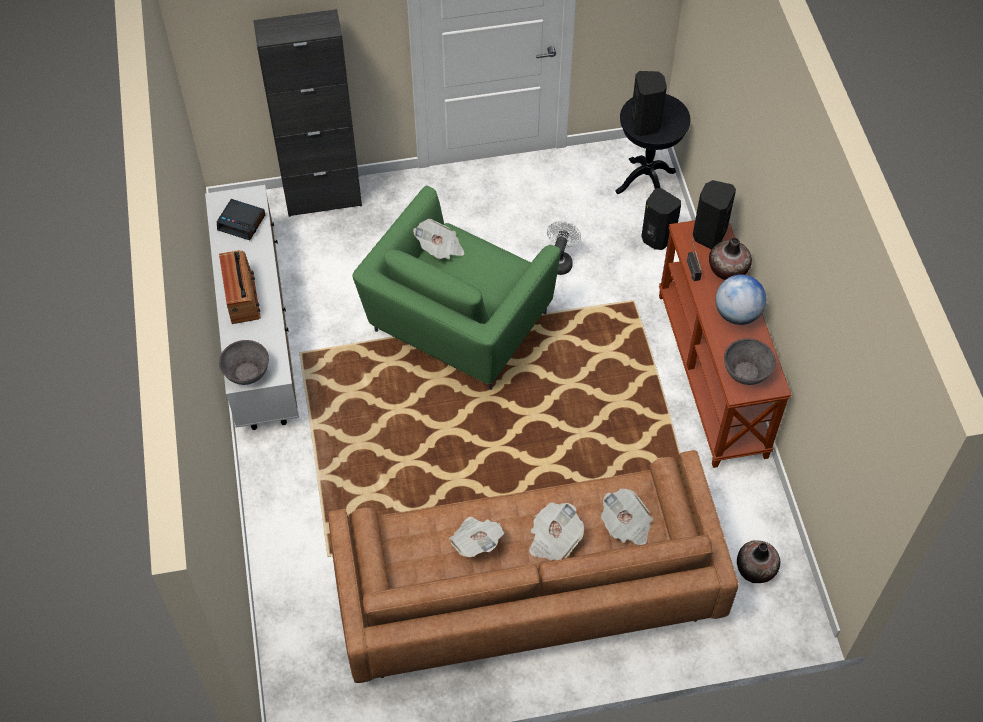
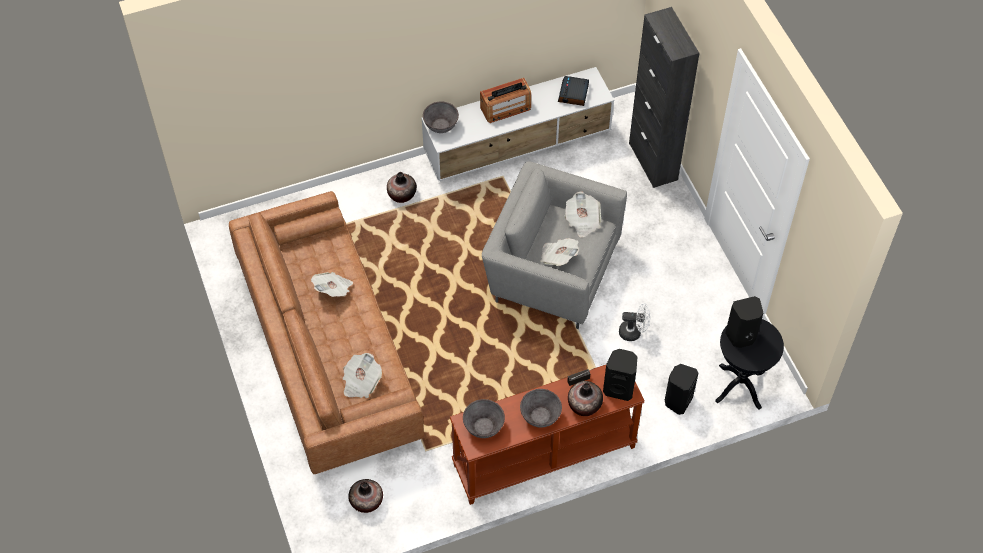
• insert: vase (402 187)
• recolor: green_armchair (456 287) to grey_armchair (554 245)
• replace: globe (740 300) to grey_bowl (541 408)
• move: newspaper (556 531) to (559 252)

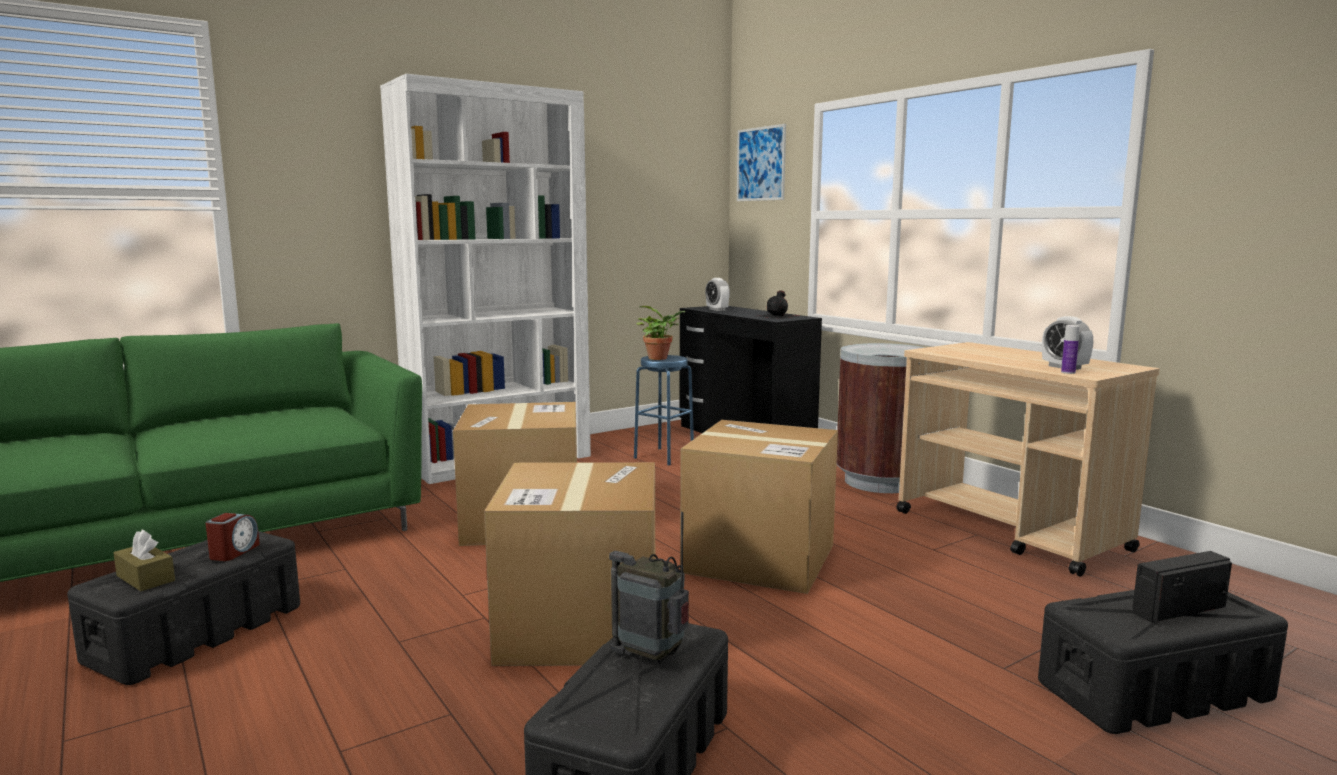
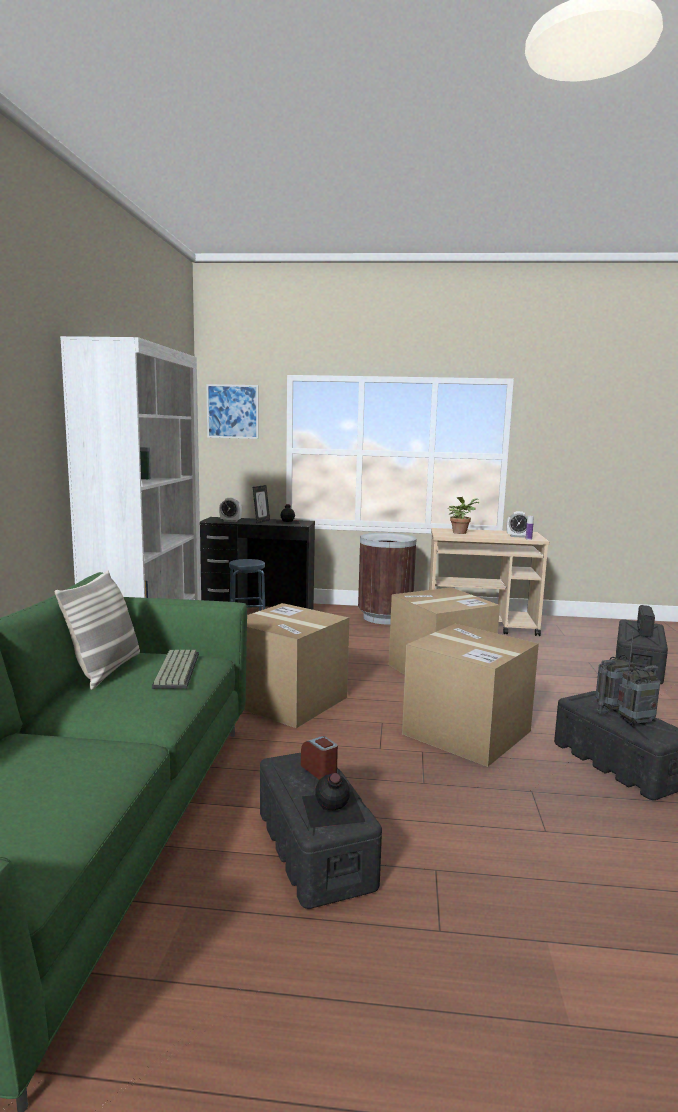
• insert: pillow (97 630)
• insert: keyboard (175 669)
• insert: picture_frame (261 504)
• replace: brown_tissue_box (144 560) to black_bottle (333 800)
• move: potted_plant (661 333) to (463 515)
• insert: radio (638 685)

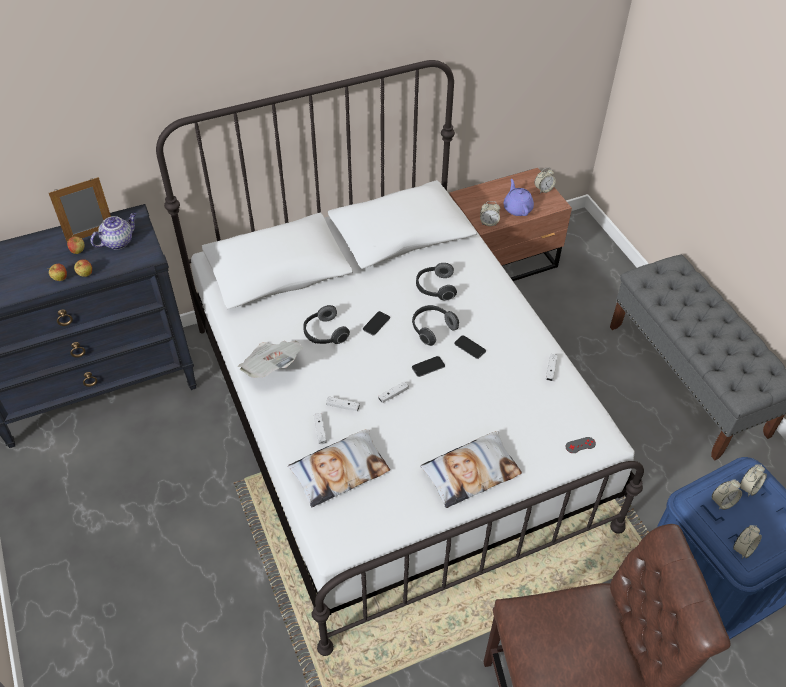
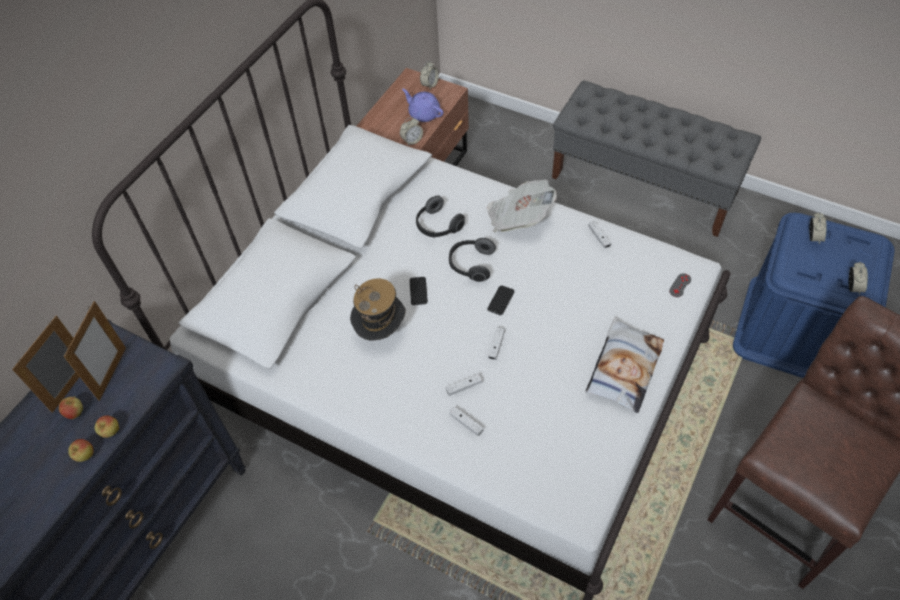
• replace: teapot (113 231) to picture_frame (95 351)
• replace: headphones (326 324) to hat (378 309)
• move: newspaper (270 359) to (522 205)
• delete: pillow (339 468)
• delete: phone (470 347)
• delete: alarm_clock (727 494)

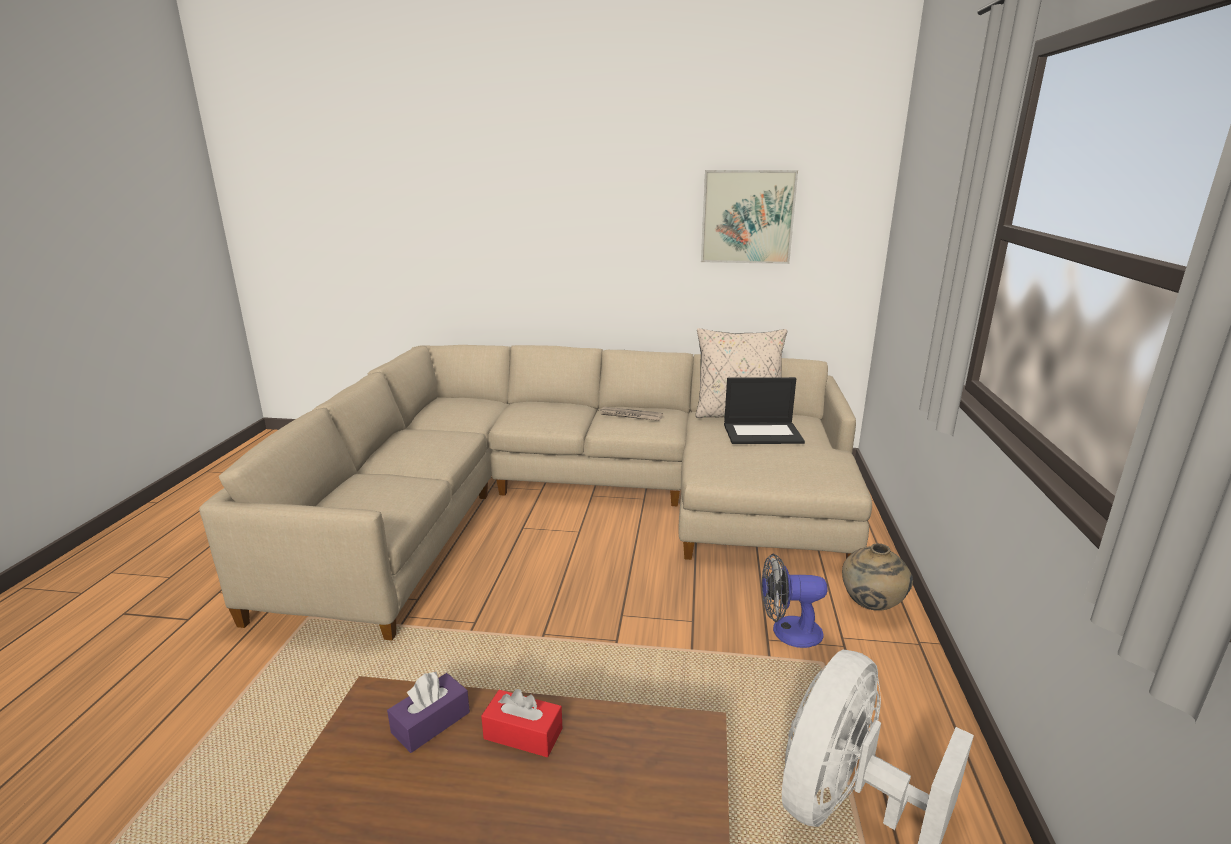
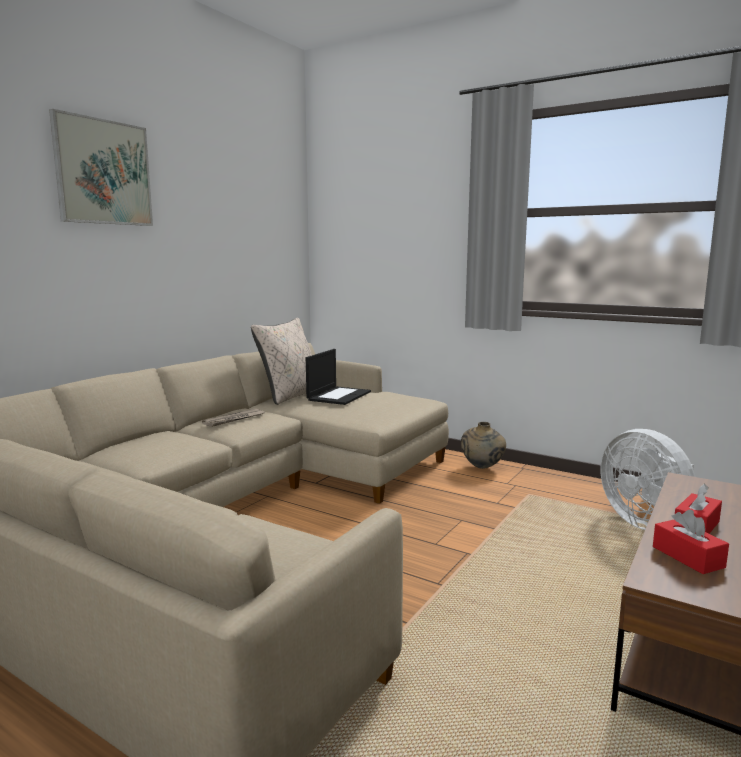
• move: picture (749 217) to (101 167)
• recolor: purple_tissue_box (428 712) to red_tissue_box (691 541)
• delete: fan (795 600)

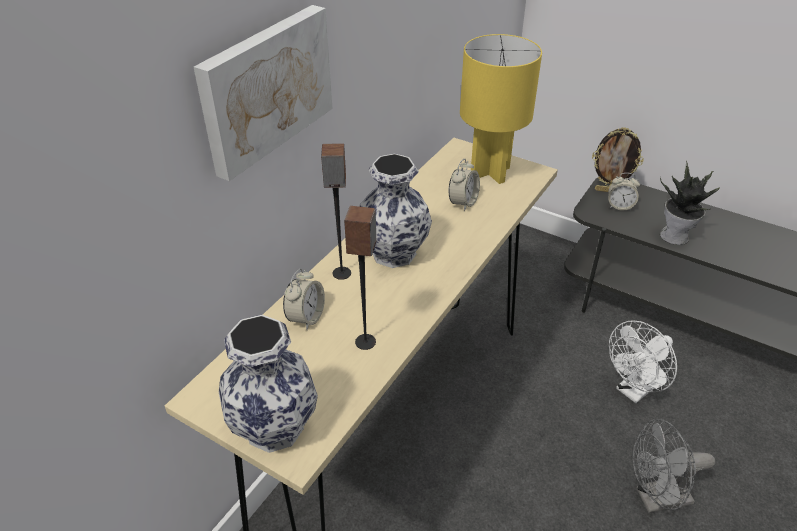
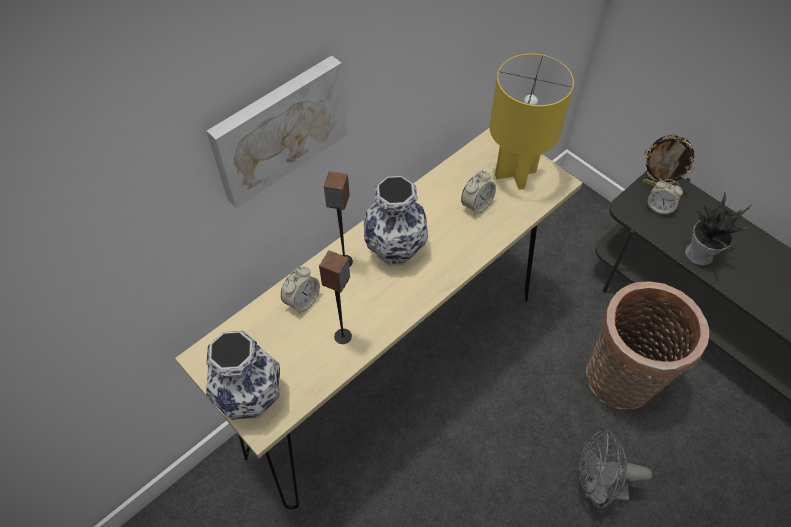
• replace: white_fan (643 362) to basket (647 345)

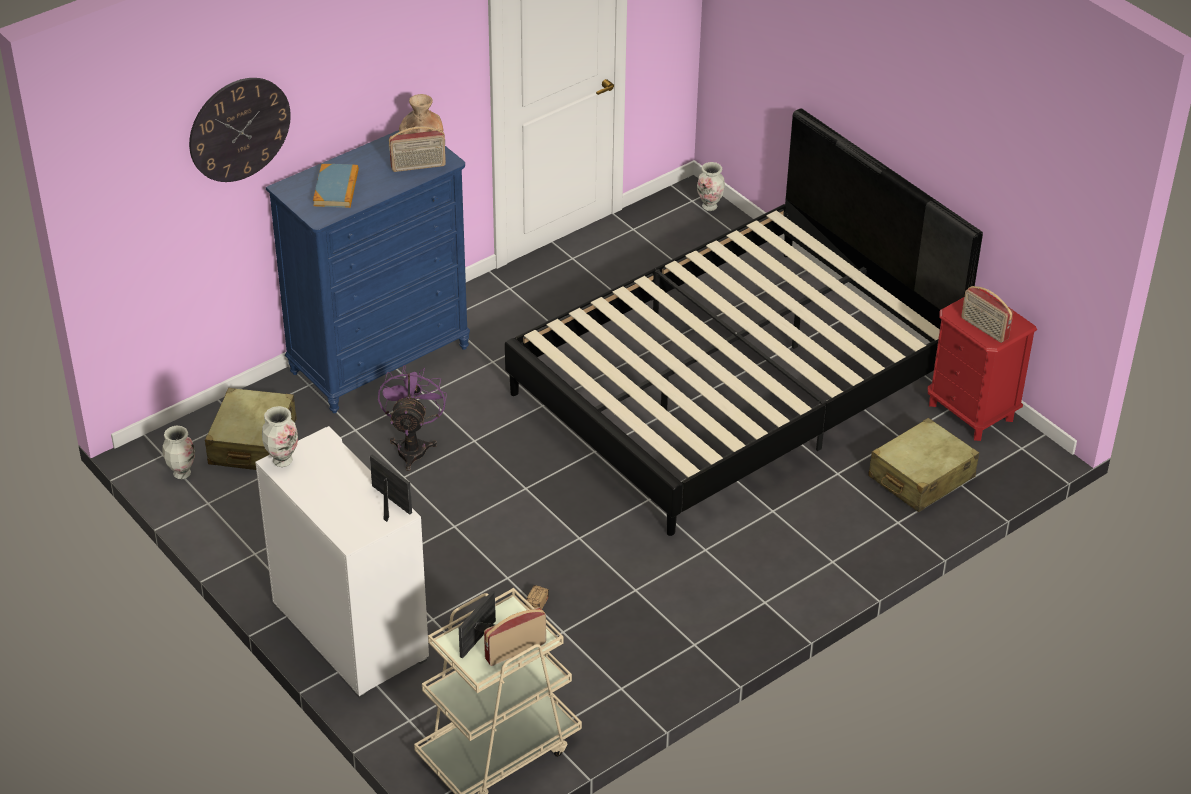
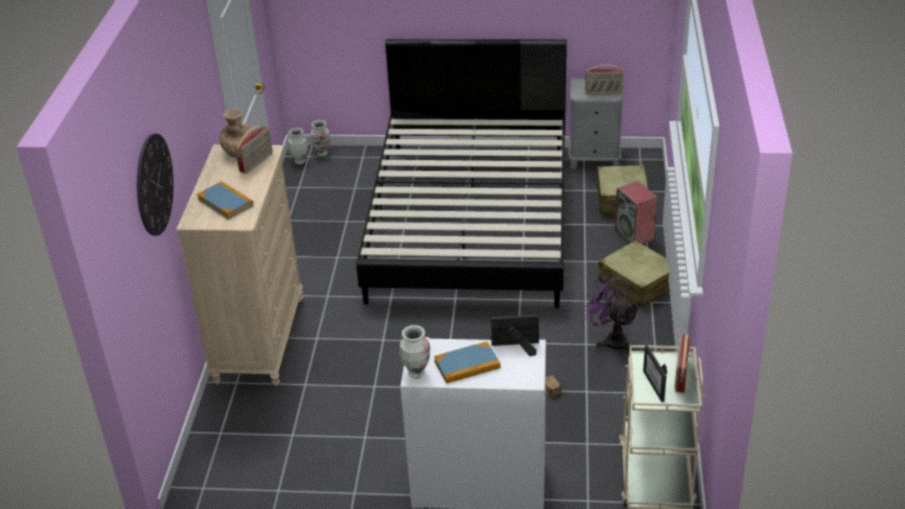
• recolor: blue_dresser (368 271) to beige_dresser (239 265)
• move: vase (178 452) to (298 146)
• insert: book (467 363)
• recolor: red_nightstand (982 365) to grey_nightstand (596 124)
• move: purple_fan (412 418) to (610 312)
• move: beige_suitcase (251 429) to (634 273)
• insert: speaker (636 212)

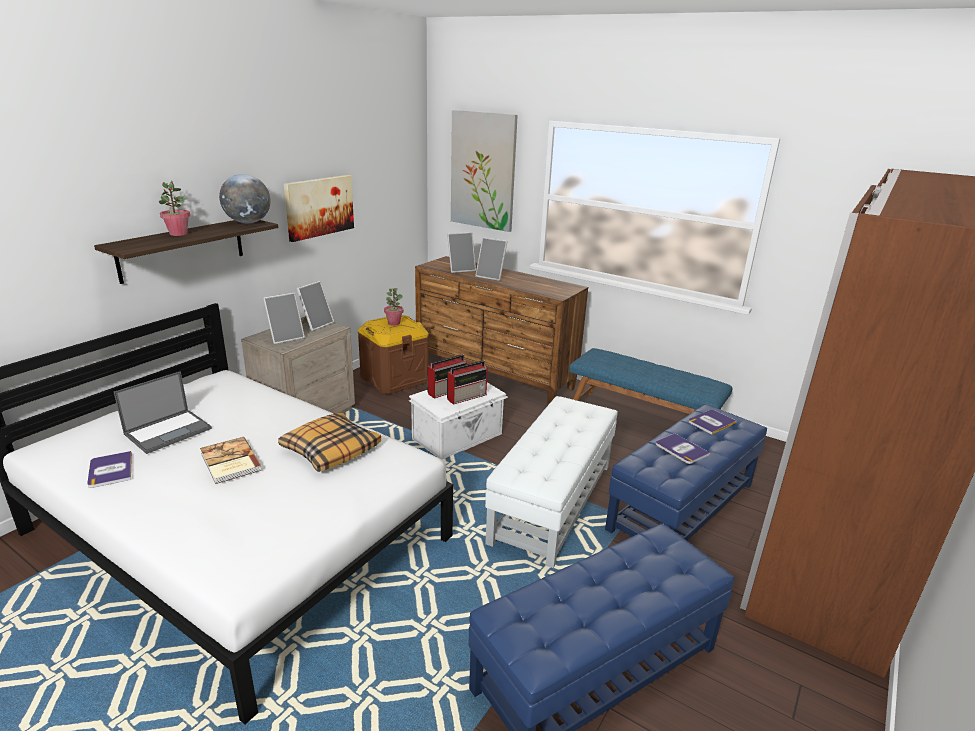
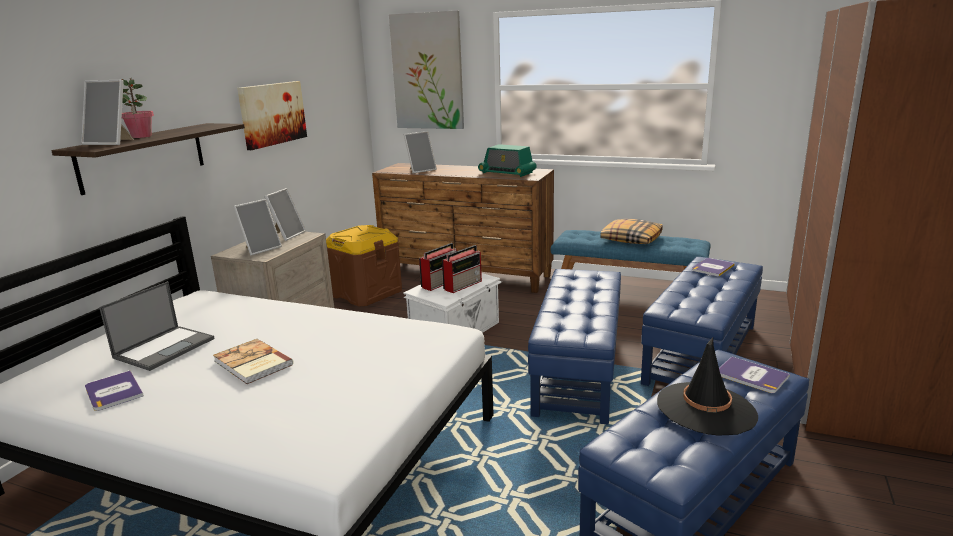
• move: picture_frame (491 259) to (107 112)
• insert: radio (507 160)
• recolor: white_ottoman (551 482) to blue_ottoman (574 347)
• move: pillow (329 442) to (631 231)
• insert: black_hat (707 386)
• move: book (683 448) to (754 374)
• delete: globe (244 198)
• delete: potted_plant (394 307)

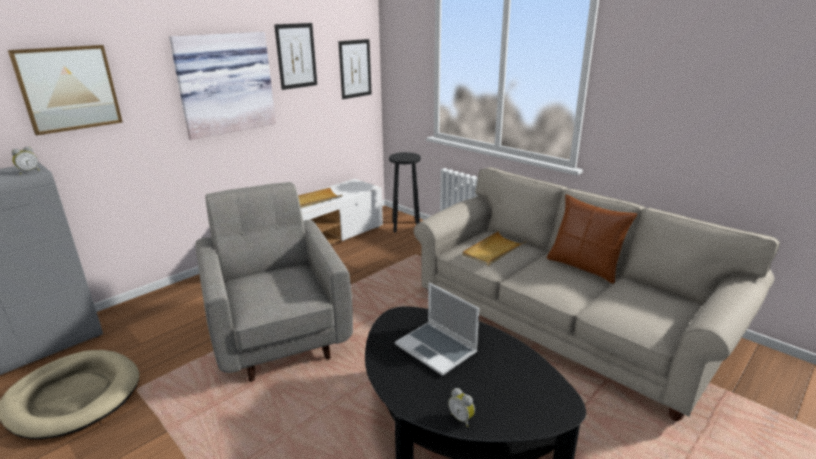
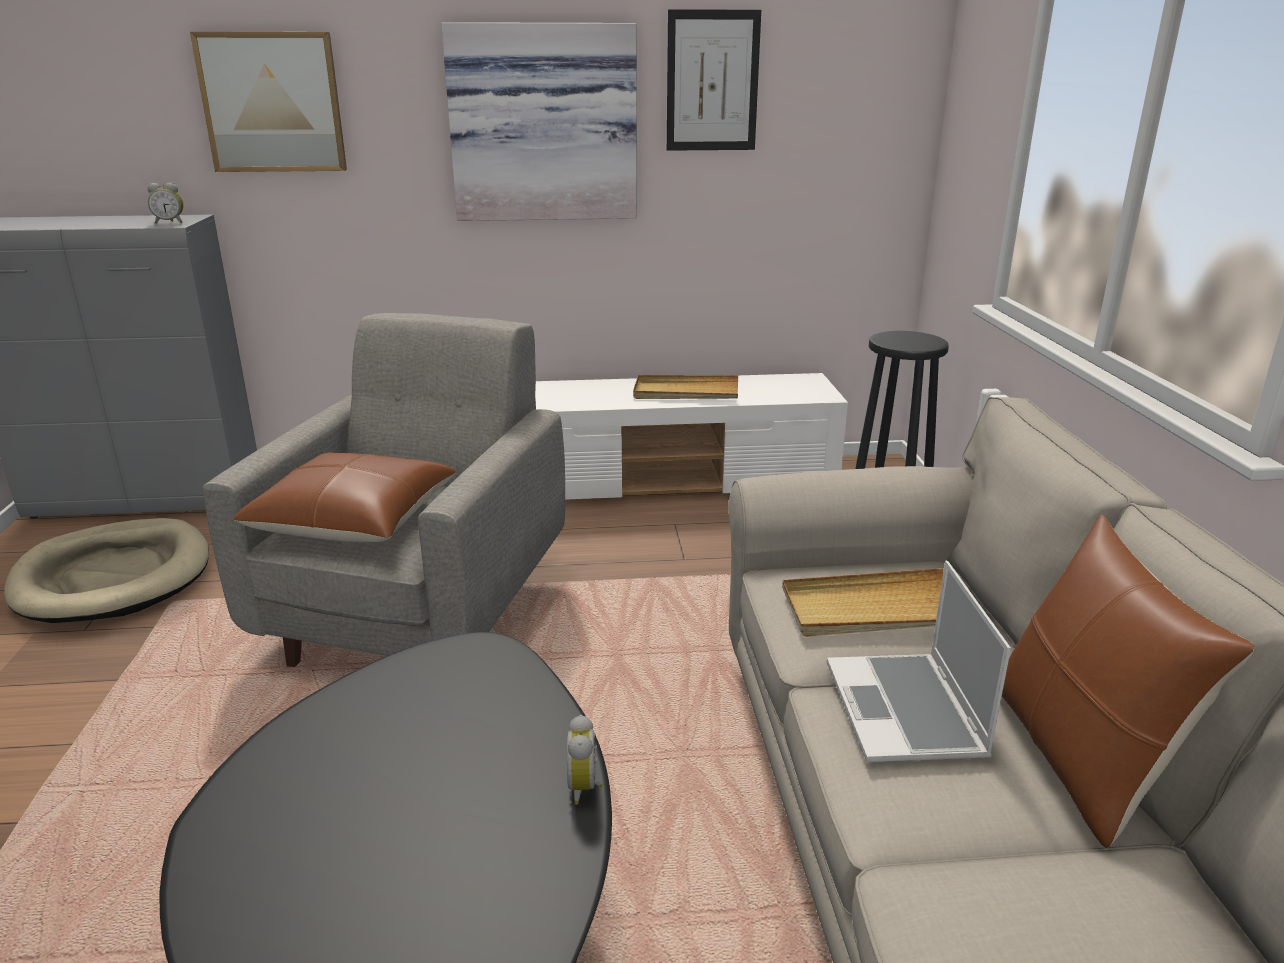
• insert: brown_pillow (344 497)
• move: alarm_clock (461 407) to (585 759)
• move: laptop (437 329) to (919 661)
• delete: picture (355 69)

